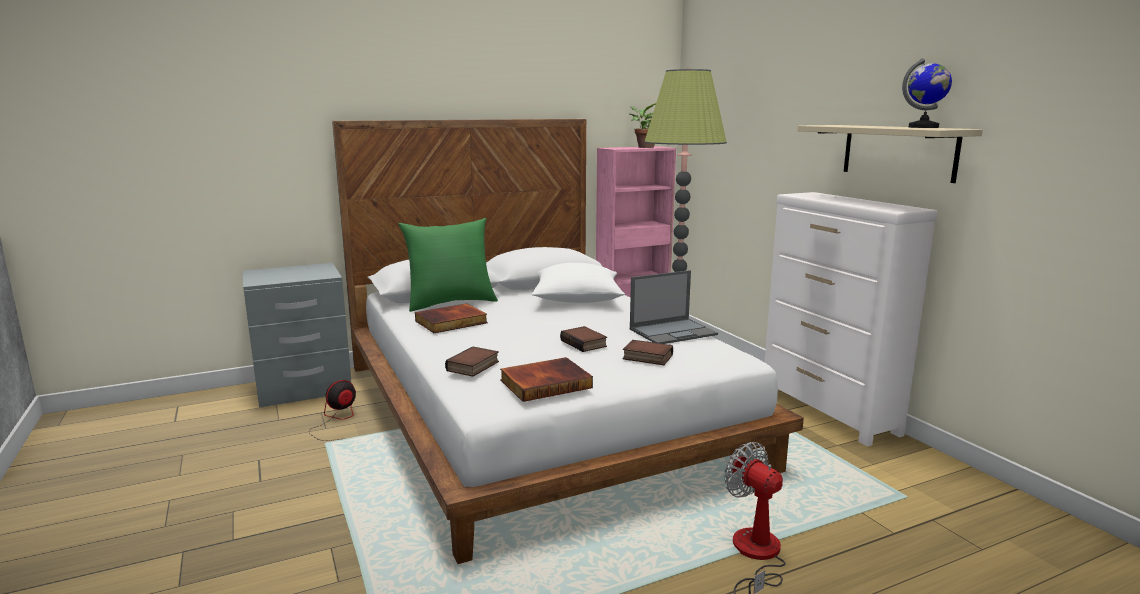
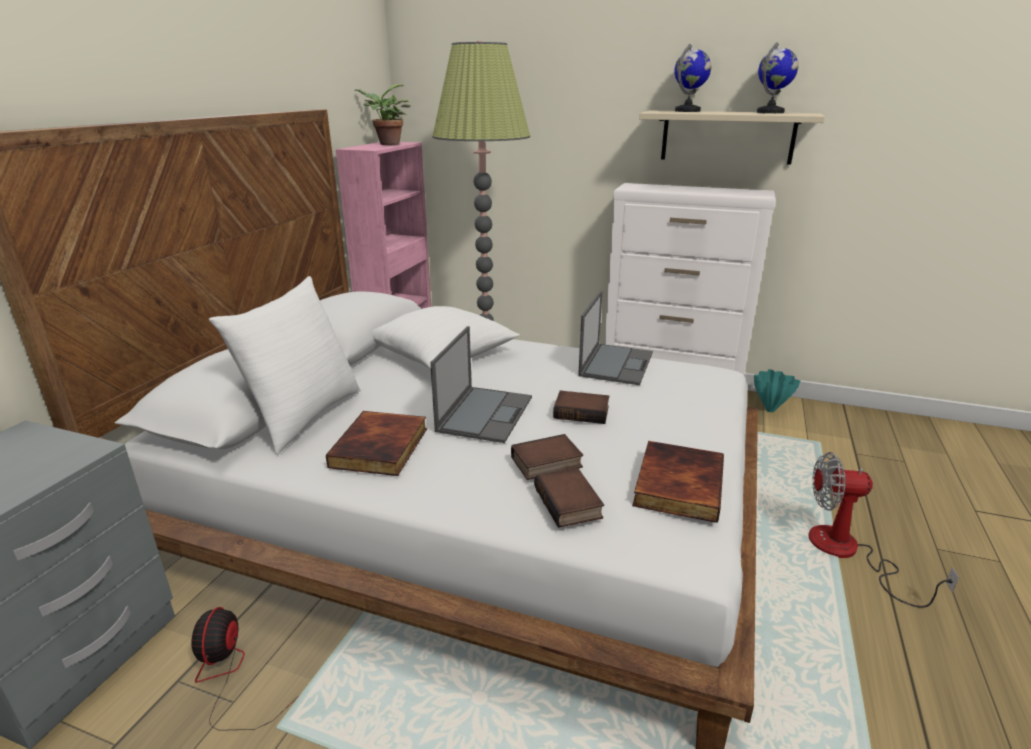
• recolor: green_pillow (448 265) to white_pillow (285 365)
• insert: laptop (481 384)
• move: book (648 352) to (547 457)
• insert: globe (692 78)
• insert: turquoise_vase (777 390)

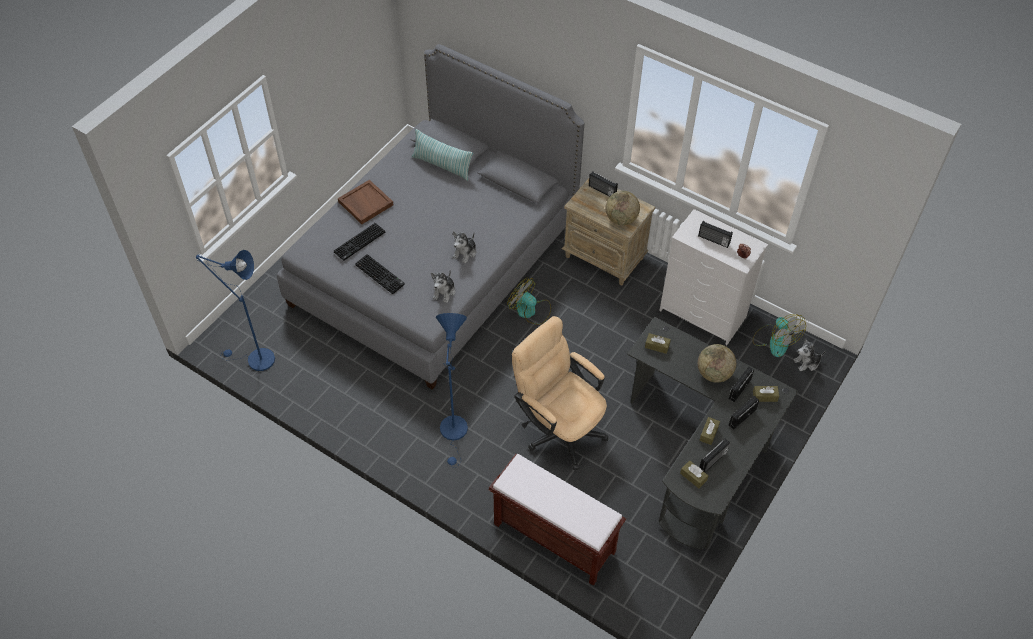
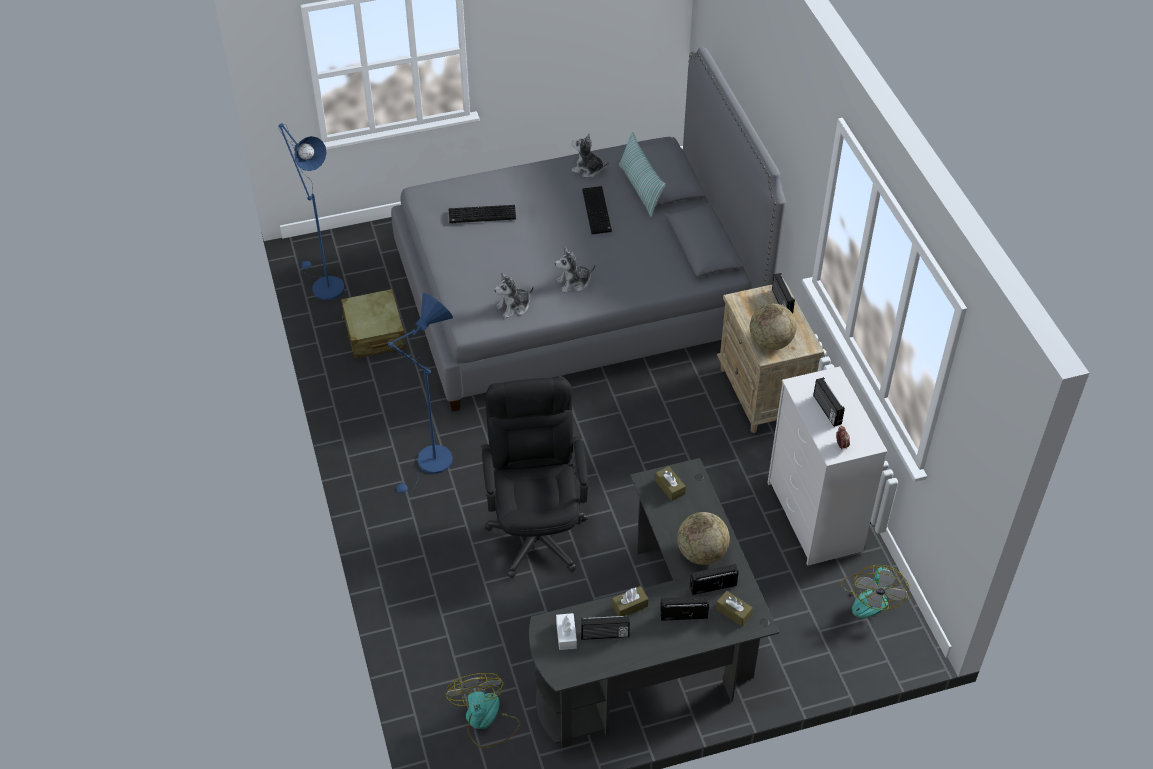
• insert: beige_suitcase (373 324)
• move: fan (529 301) to (482 710)
• recolor: beige_office_chair (560 393) to black_office_chair (534 477)
• recolor: brown_tissue_box (694 474) to white_tissue_box (566 631)
• move: plush_toy (809 354) to (590 156)
• move: keyboard (380 274) to (597 210)
• delete: brown_tray (366 202)
• delete: brown_bench (557 520)

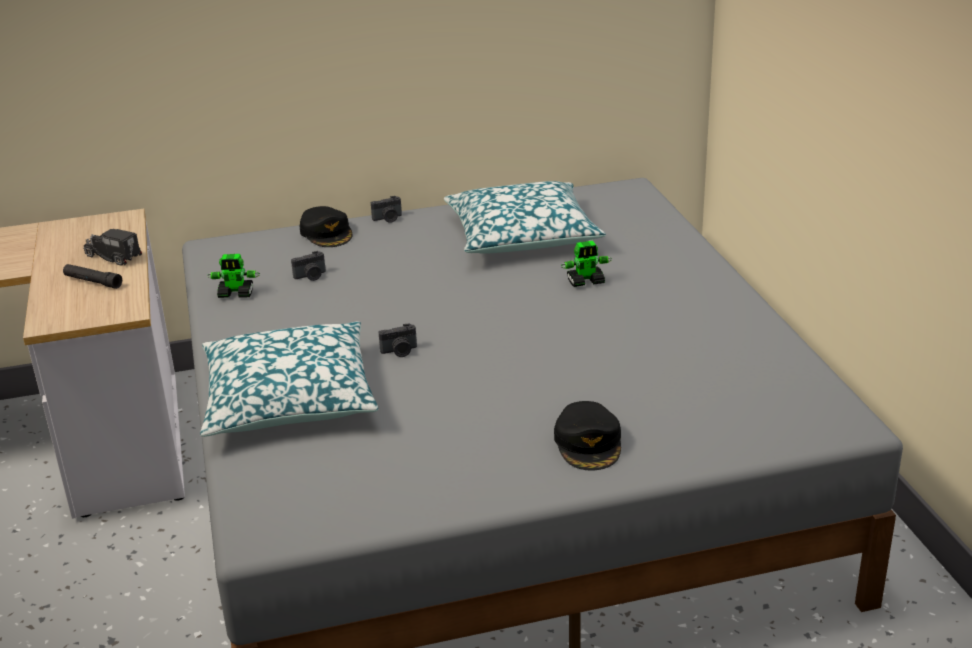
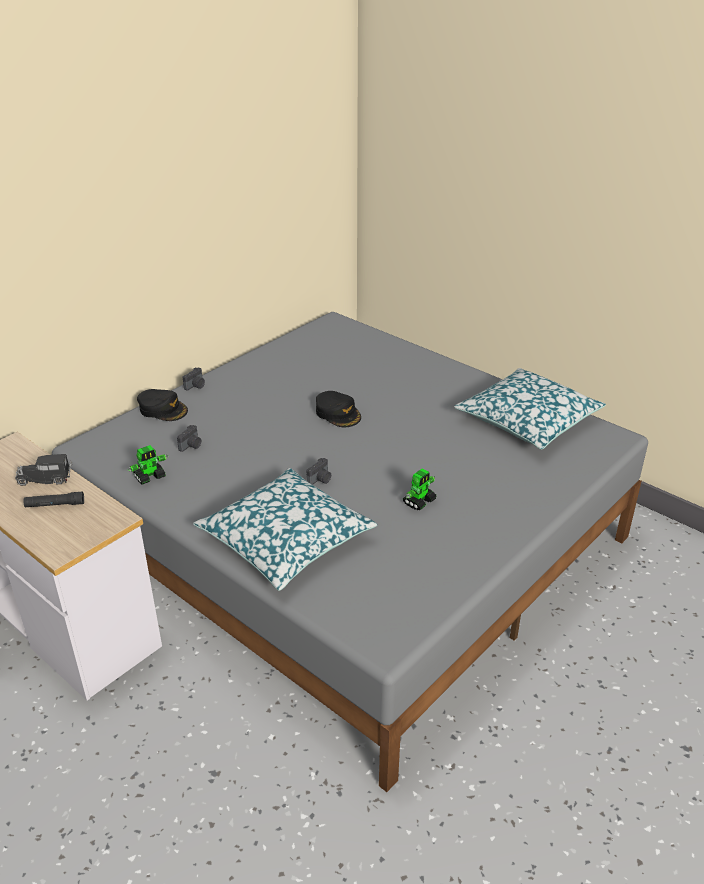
• move: black_cap (587 435) to (338 409)
• move: toy_robot (586 263) to (420 489)
• move: pillow (525 217) to (530 408)

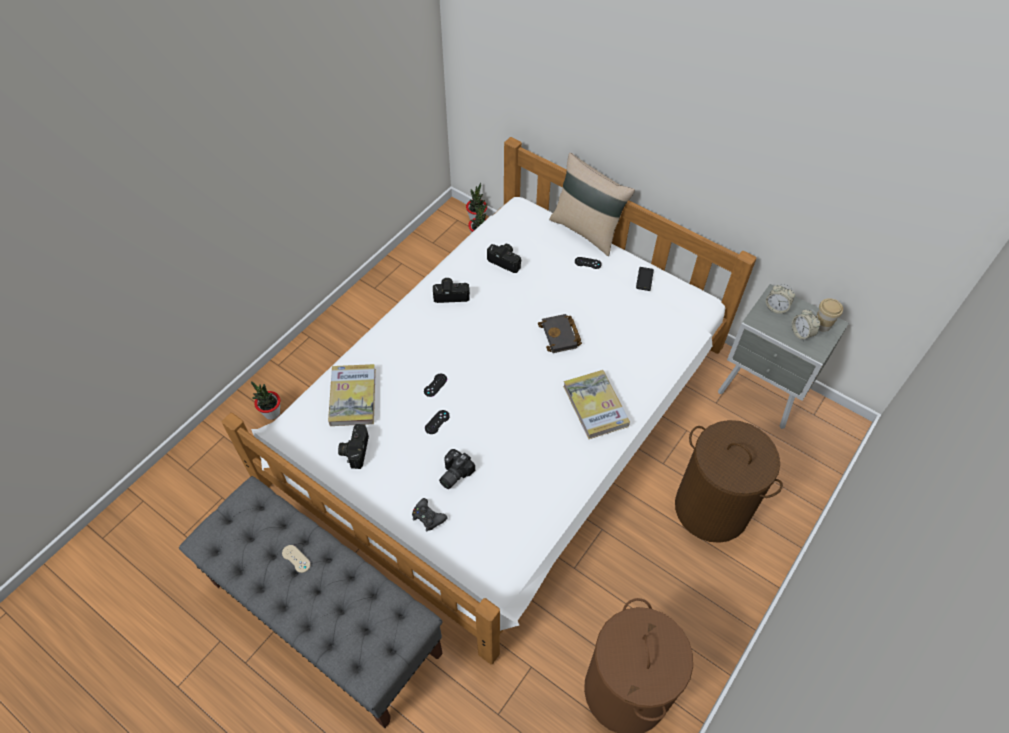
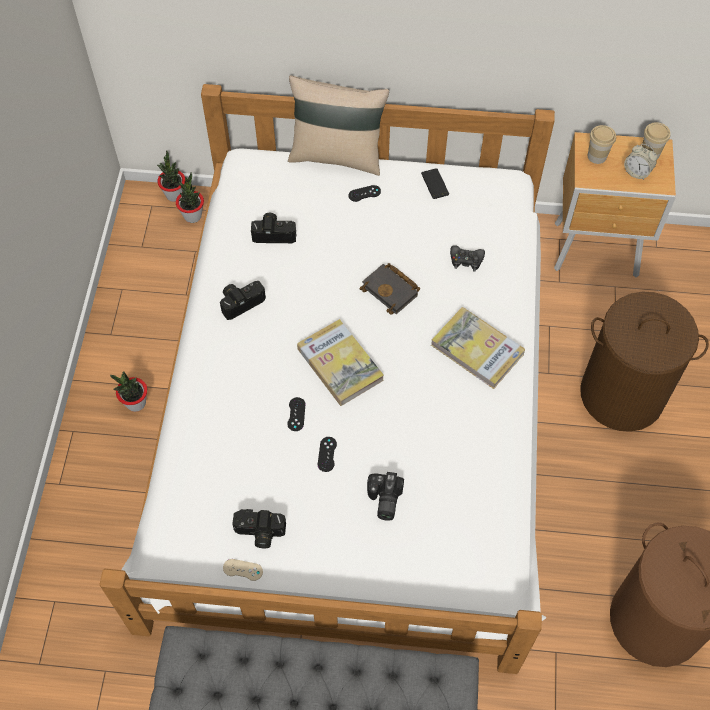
• move: potted_plant (265 400) to (128 391)
• move: beige_game_controller (296 559) to (243 570)
• rotate: photo_camera (353 446) = (259 528) 60 degrees counterclockwise
• move: book (352 395) to (340 362)
• move: black_game_controller (430 514) to (467 258)
• recolor: grey_nightstand (783 356) to brown_nightstand (615 204)
• replace: alarm_clock (780 299) to cup (602 144)

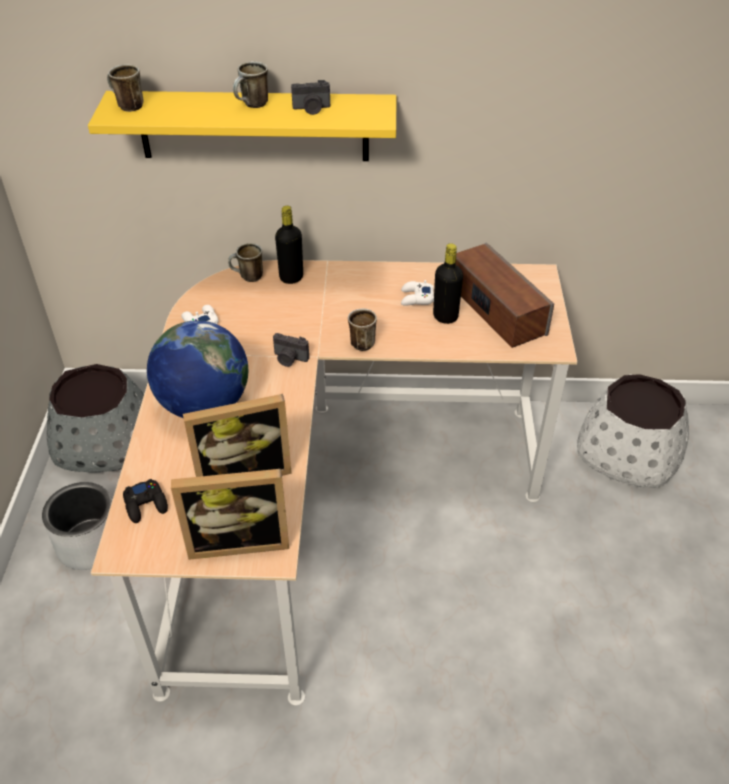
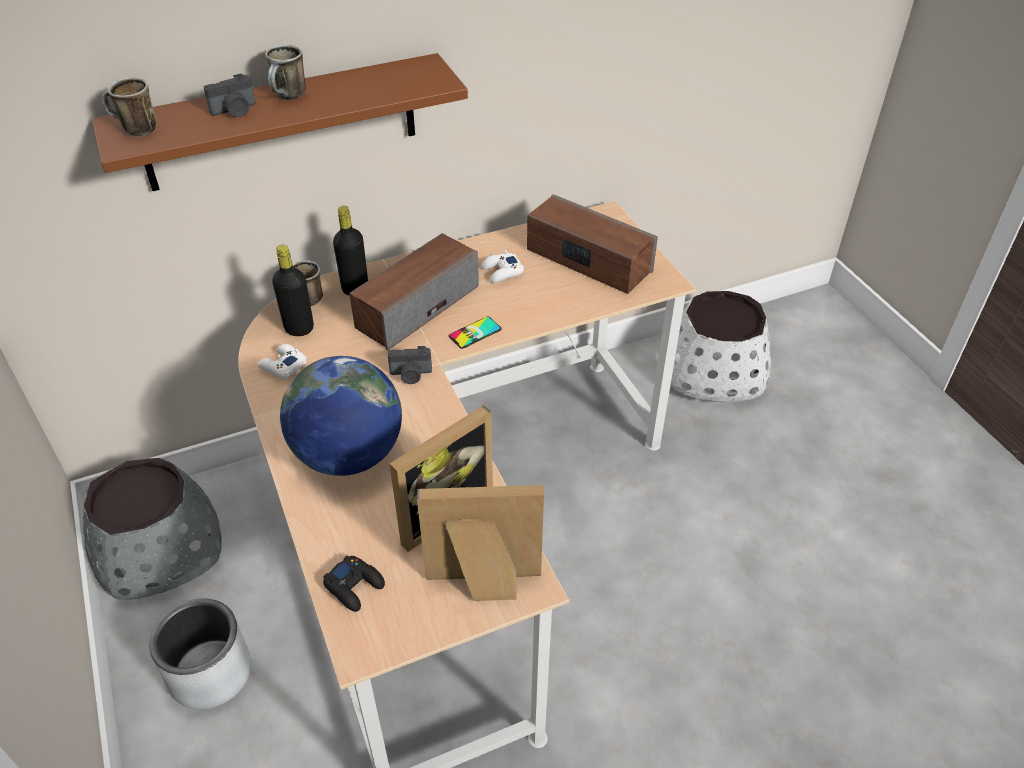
• recolor: yellow_shelf (242 126) to brown_shelf (280 122)
• move: photo_camera (310 97) to (230 95)
• move: black_bottle (448 283) to (293 290)
• insert: speaker (414 292)
• rotate: picture_frame (230 514) = (480 543) 150 degrees counterclockwise
• replace: mug (362 330) to phone (475 333)

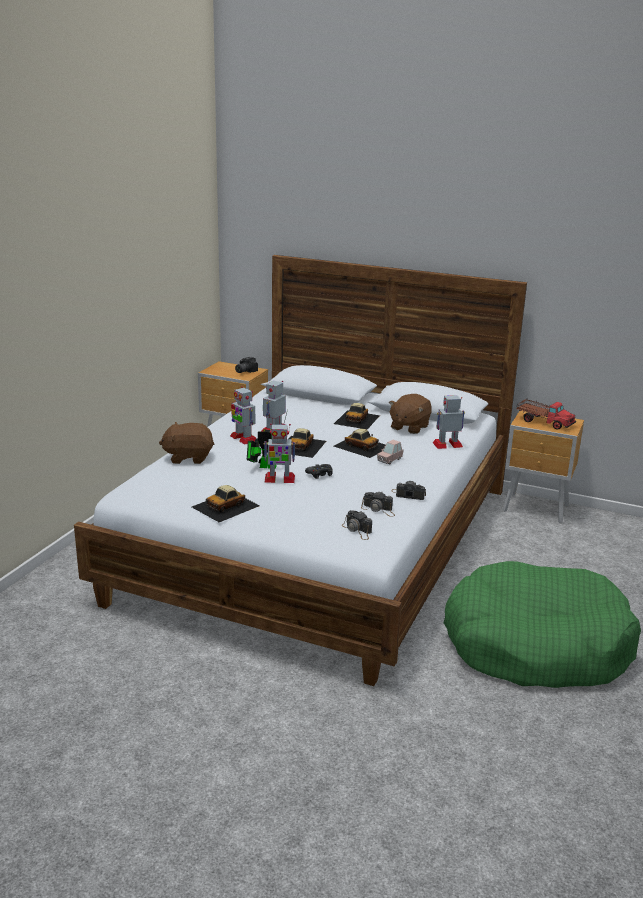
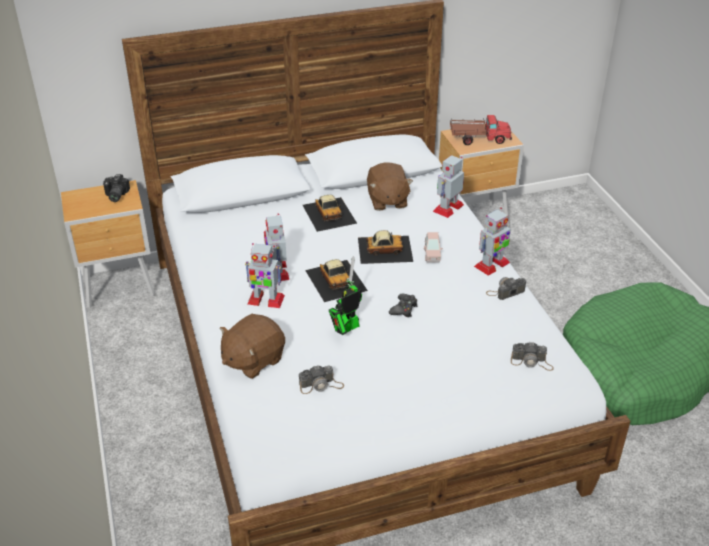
• move: photo_camera (378 504) to (321 379)
• move: toy_robot (280 453) to (492 242)
• delete: toy_car (226 503)

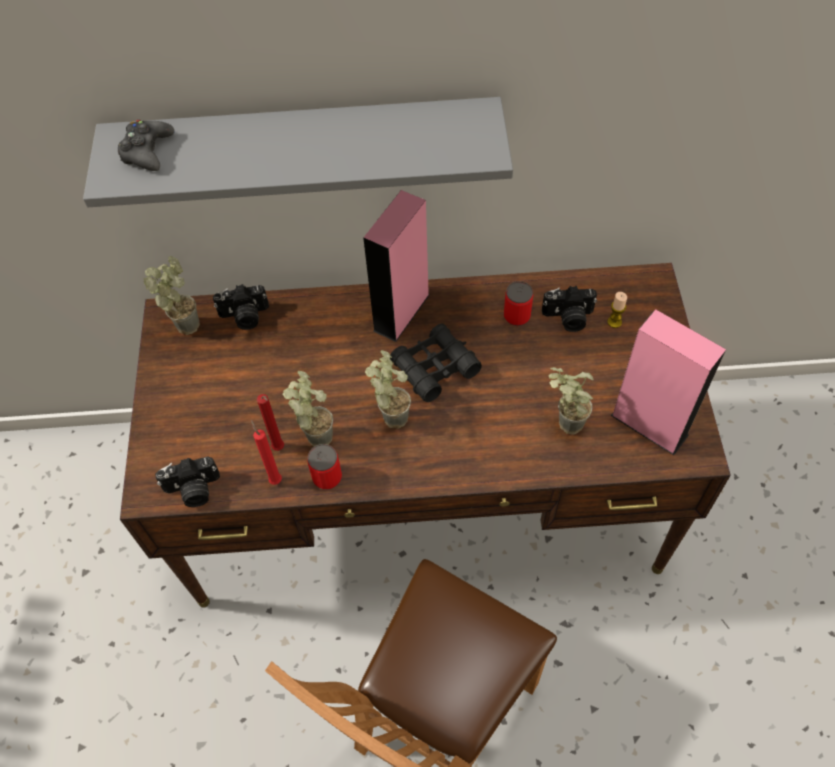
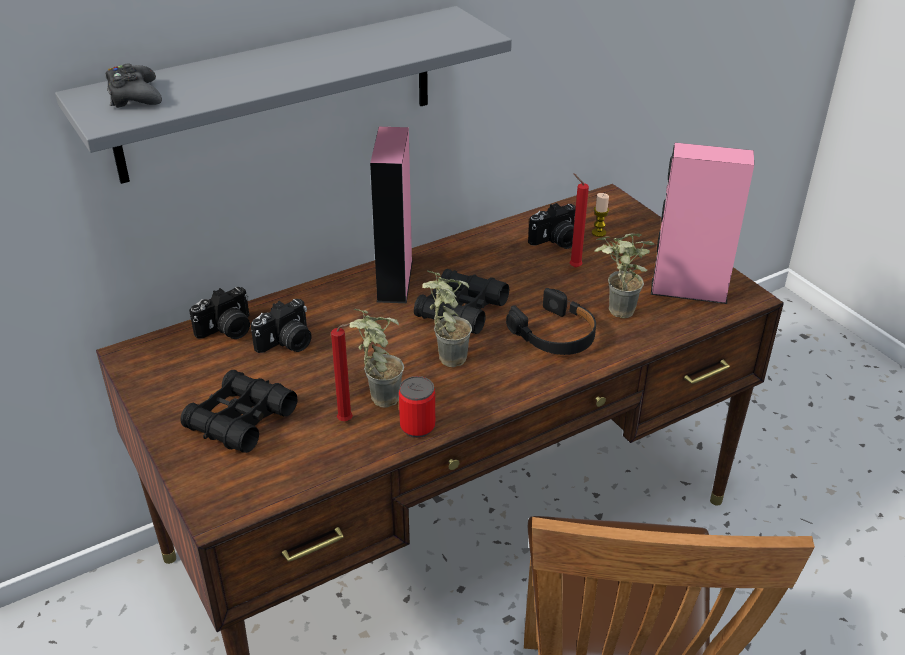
• insert: black_binoculars (239 411)
• move: photo_camera (187 481) to (281 326)
• insert: black_headphones (551 321)
• move: red_candle (266 452) to (579 220)
• delete: potted_plant (172 295)
• delete: can (518 303)

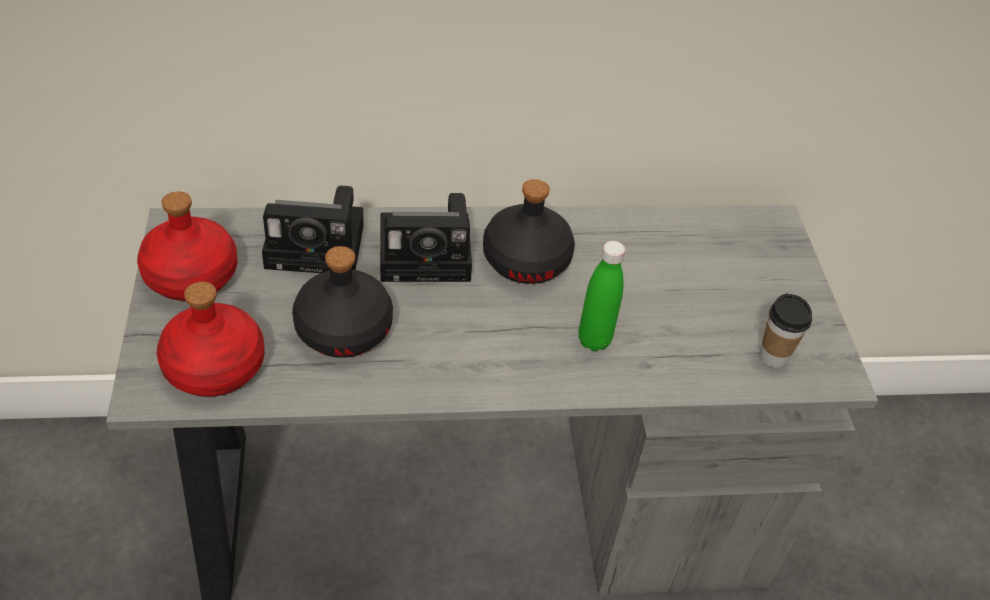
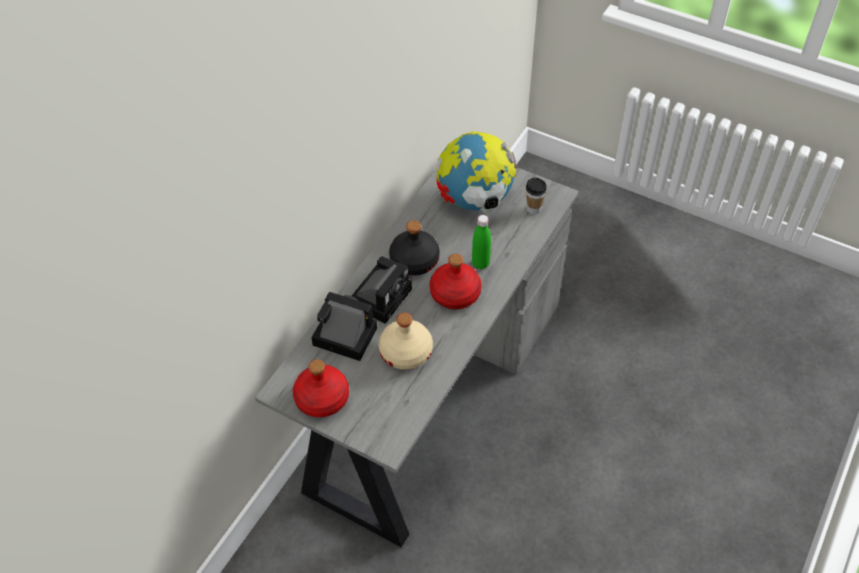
• rotate: photo_camera (313 229) = (344 326) 105 degrees counterclockwise
• recolor: black_bottle (342 302) to beige_bottle (406 341)
• move: red_bottle (210 339) to (456 282)
• insert: globe (477 172)

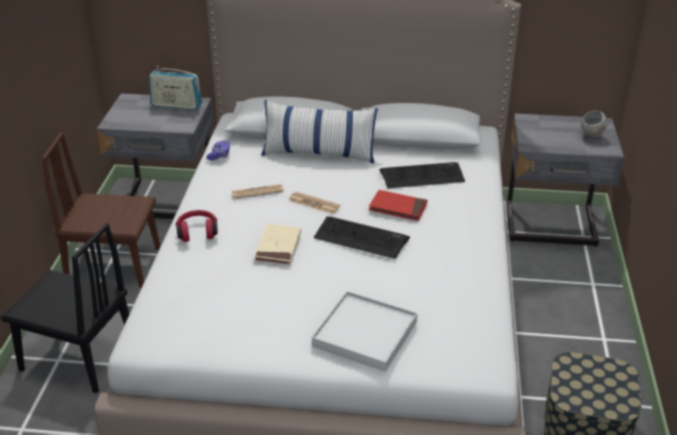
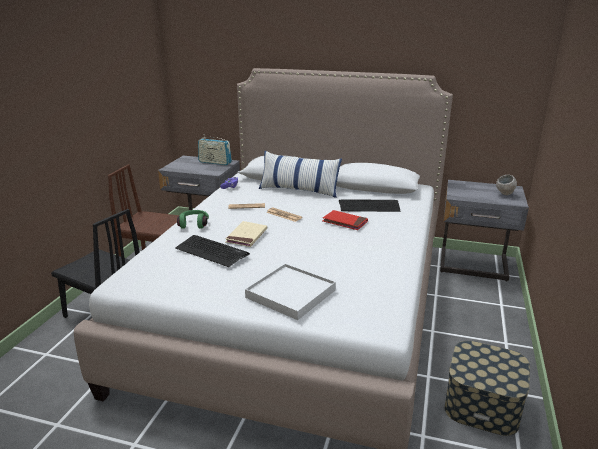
• move: keyboard (362 237) to (212 251)
• recolor: red_headphones (197 226) to green_headphones (193 219)

